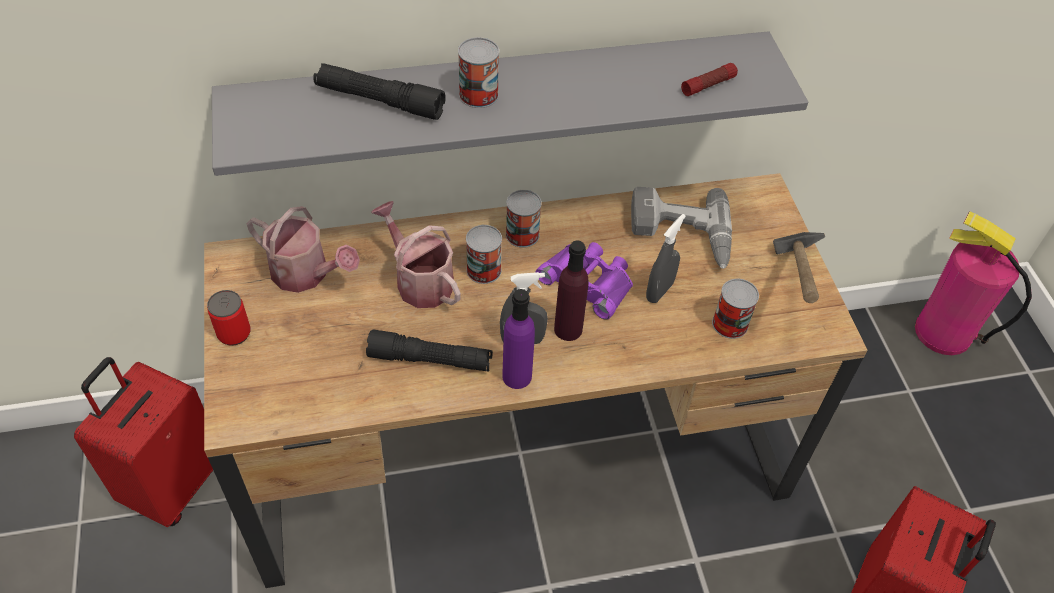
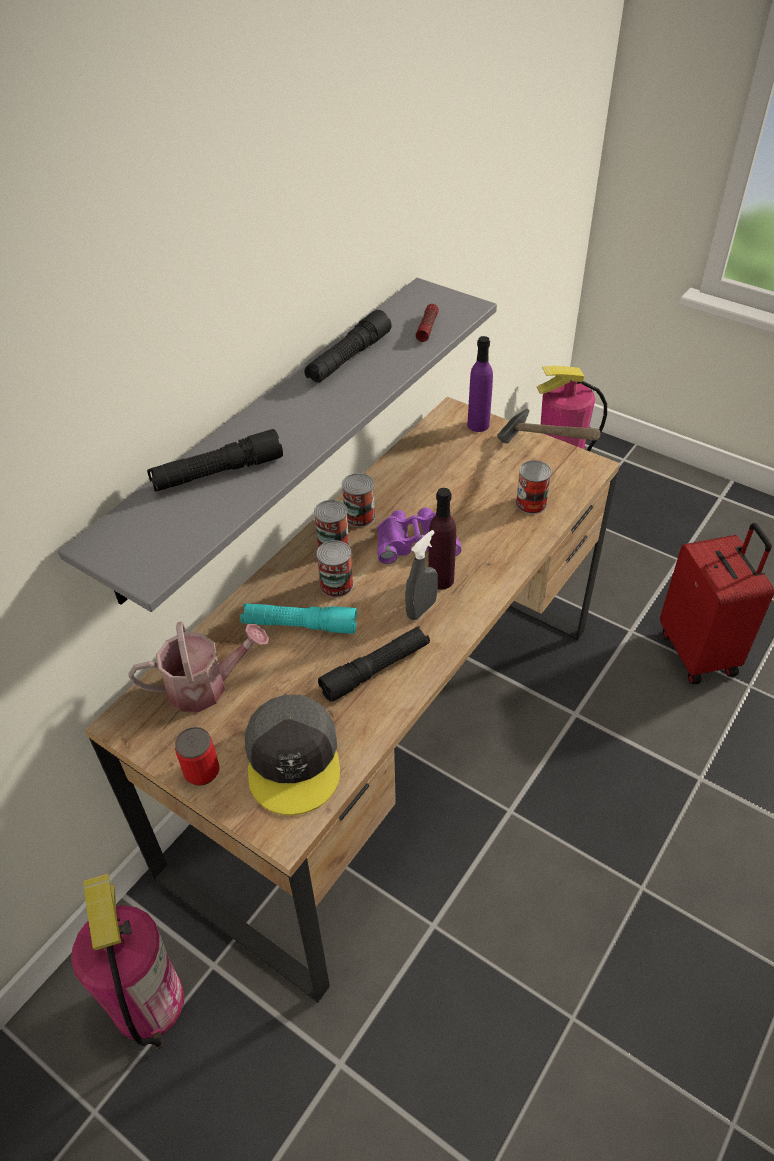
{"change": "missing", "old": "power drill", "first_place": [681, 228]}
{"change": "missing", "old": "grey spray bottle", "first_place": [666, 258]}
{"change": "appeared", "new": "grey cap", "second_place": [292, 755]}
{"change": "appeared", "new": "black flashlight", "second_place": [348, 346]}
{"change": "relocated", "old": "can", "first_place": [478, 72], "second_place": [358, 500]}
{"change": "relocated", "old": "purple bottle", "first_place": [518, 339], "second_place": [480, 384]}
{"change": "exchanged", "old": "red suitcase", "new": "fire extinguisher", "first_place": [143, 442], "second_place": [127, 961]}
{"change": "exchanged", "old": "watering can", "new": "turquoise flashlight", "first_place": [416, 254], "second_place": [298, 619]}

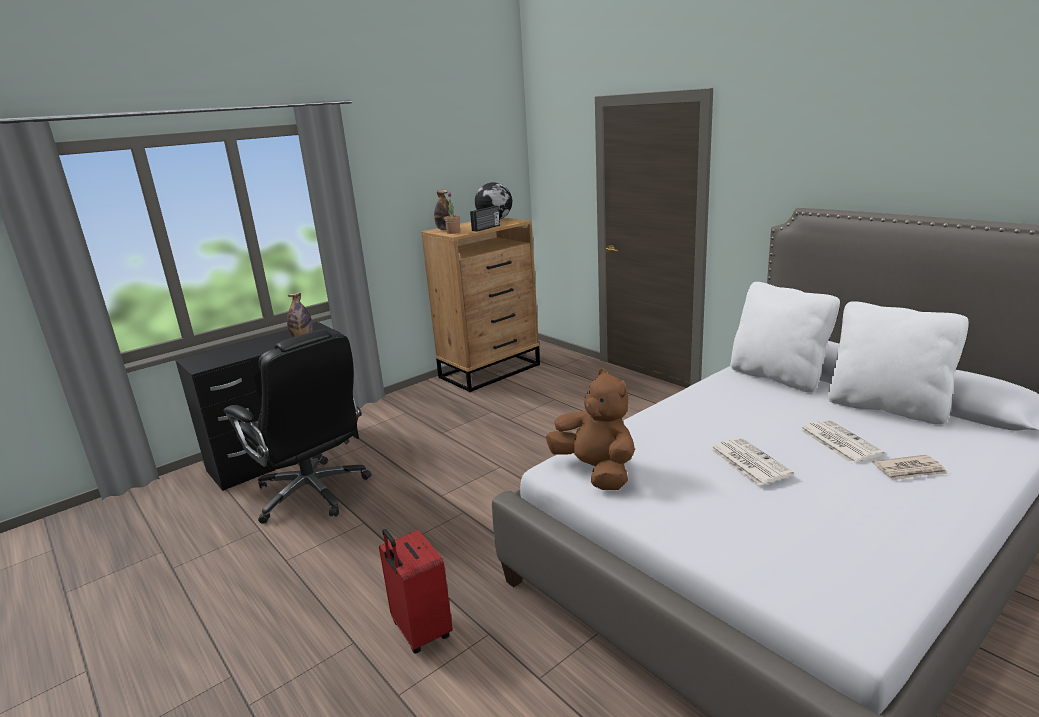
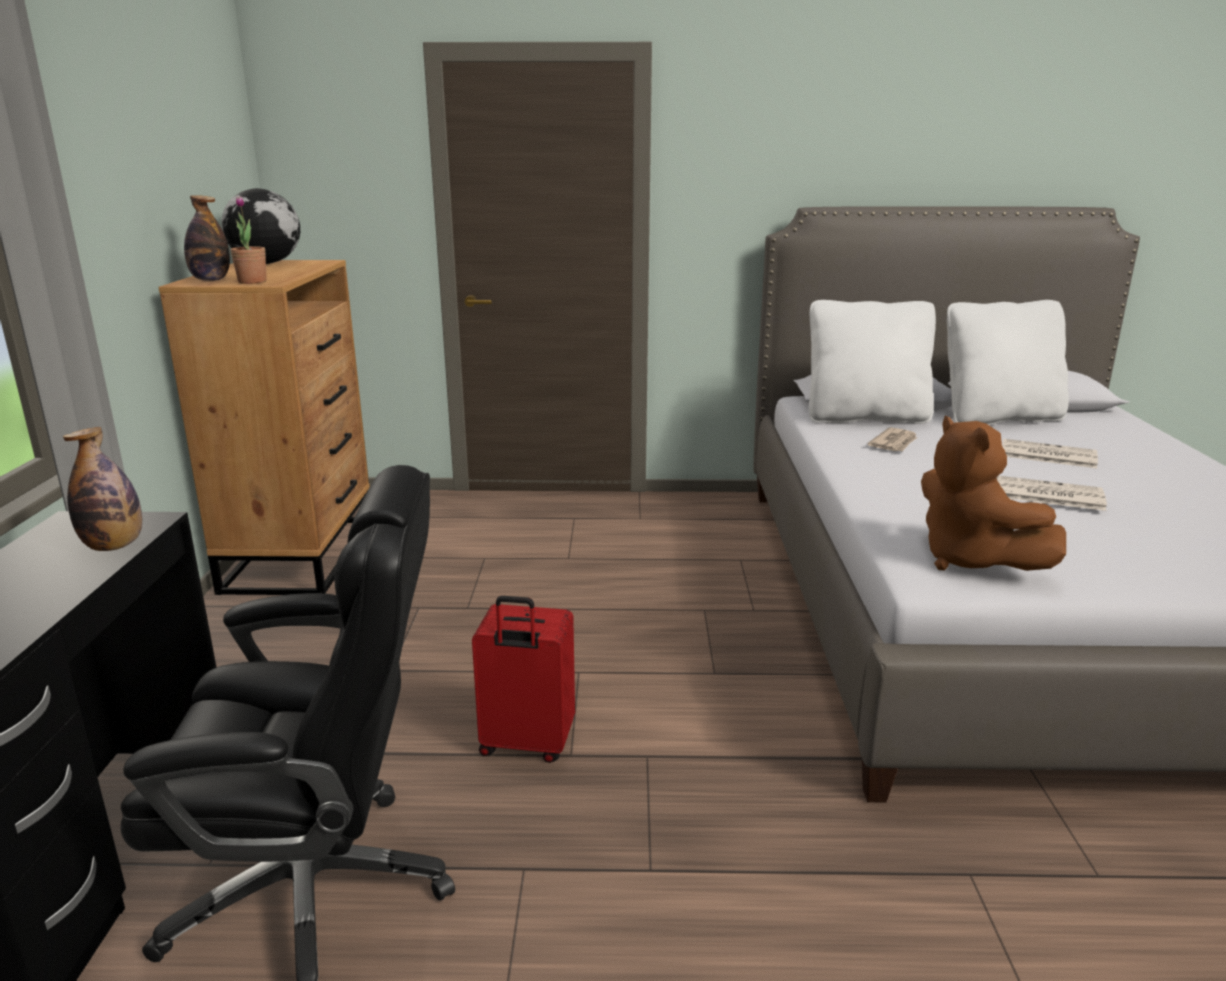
{"change": "missing", "old": "radio", "first_place": [485, 219]}
{"change": "relocated", "old": "red suitcase", "first_place": [416, 591], "second_place": [523, 679]}
{"change": "relocated", "old": "newspaper", "first_place": [910, 467], "second_place": [892, 439]}
{"change": "spun", "old": "brown plush toy", "first_place": [590, 429], "second_place": [993, 493], "degrees": -120}

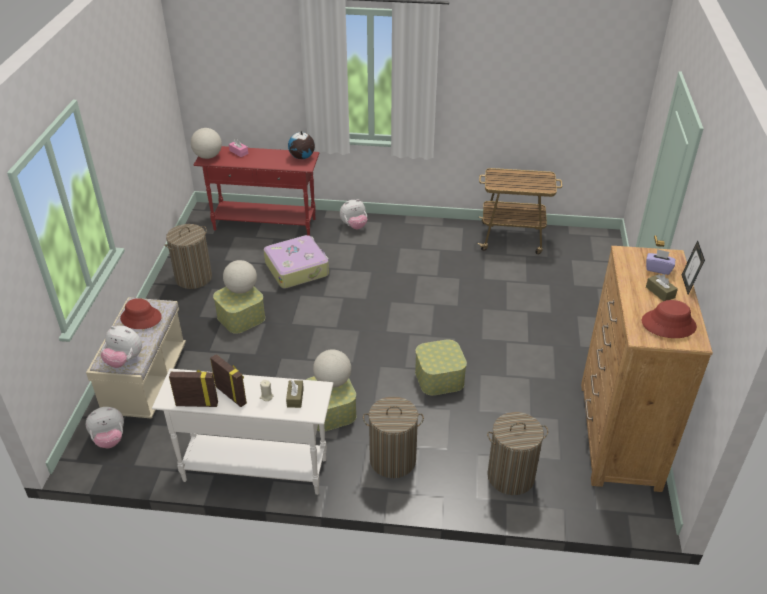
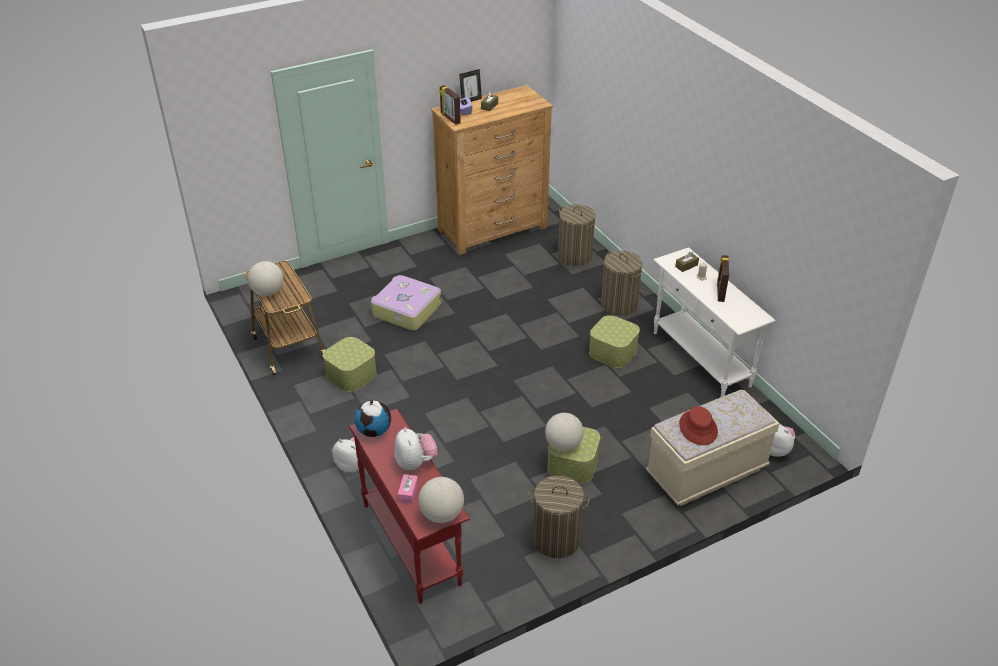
{"change": "missing", "old": "red hat", "first_place": [669, 319]}
{"change": "relocated", "old": "plush toy", "first_place": [121, 347], "second_place": [416, 448]}
{"change": "relocated", "old": "picture frame", "first_place": [193, 388], "second_place": [450, 105]}
{"change": "relocated", "old": "suitcase", "first_place": [296, 262], "second_place": [406, 303]}
{"change": "relocated", "old": "globe", "first_place": [332, 368], "second_place": [265, 278]}
{"change": "relocated", "old": "storage box", "first_place": [441, 367], "second_place": [350, 364]}

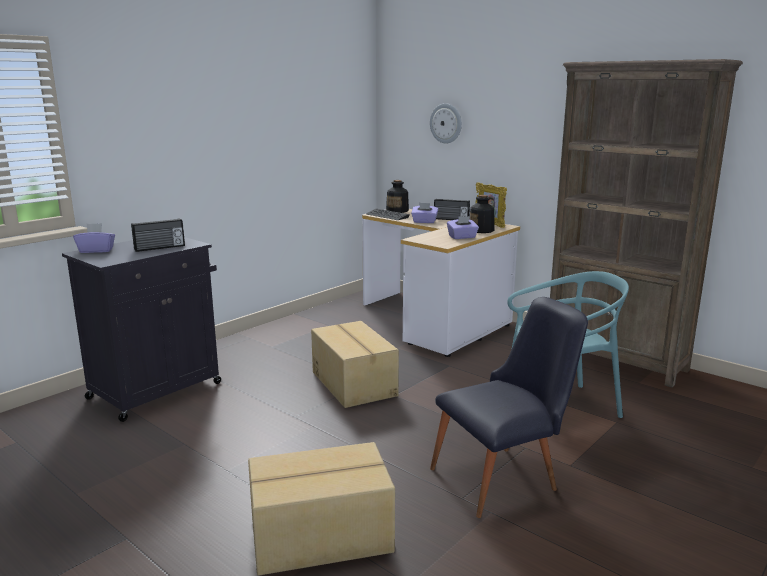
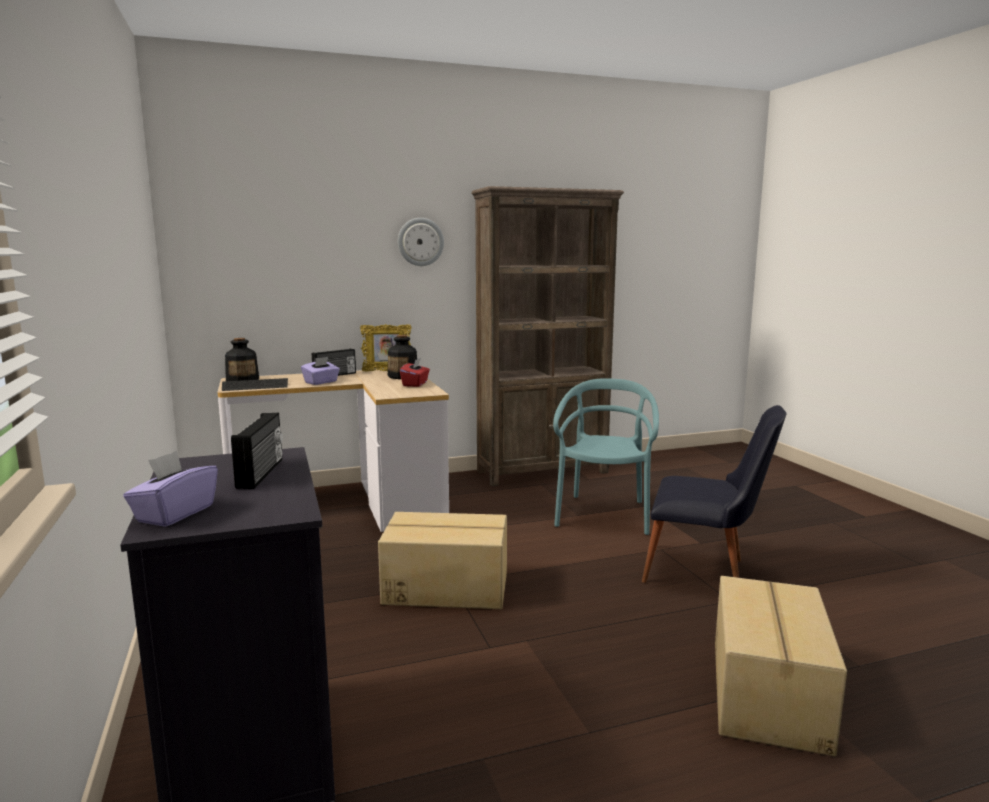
{"change": "relocated", "old": "wall clock", "first_place": [446, 123], "second_place": [421, 242]}
{"change": "colour", "old": "purple tissue box", "new": "red tissue box", "first_place": [463, 227], "second_place": [415, 372]}
{"change": "spun", "old": "black chair", "first_place": [509, 407], "second_place": [714, 494], "degrees": 105}

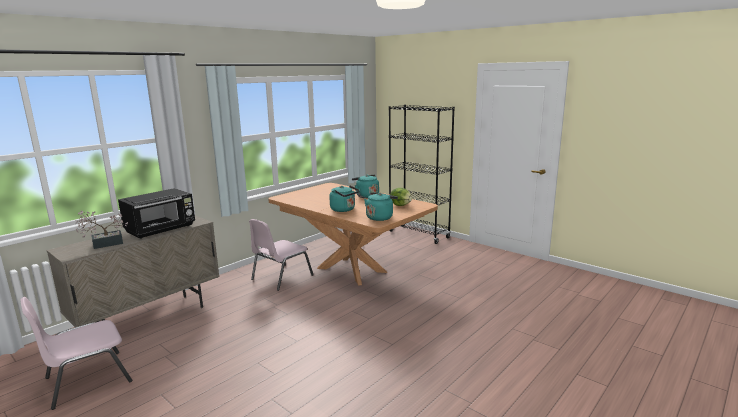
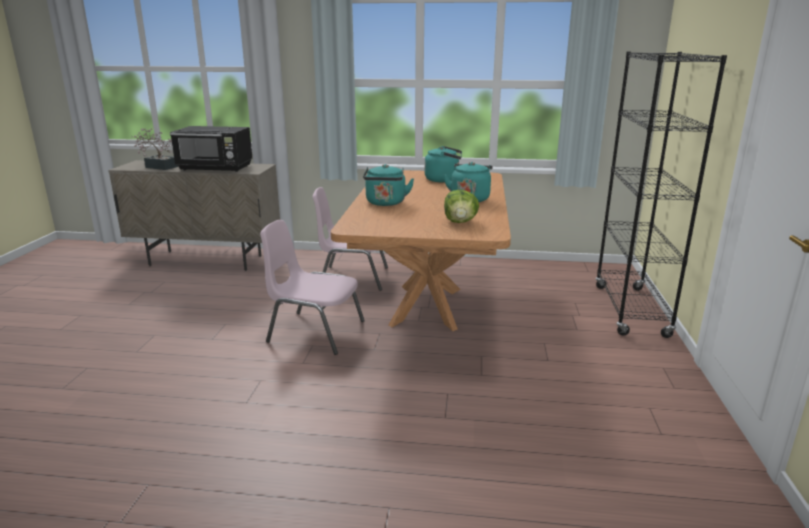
{"change": "relocated", "old": "pink chair", "first_place": [76, 353], "second_place": [312, 287]}
{"change": "relocated", "old": "turquoise kettle", "first_place": [381, 207], "second_place": [443, 164]}

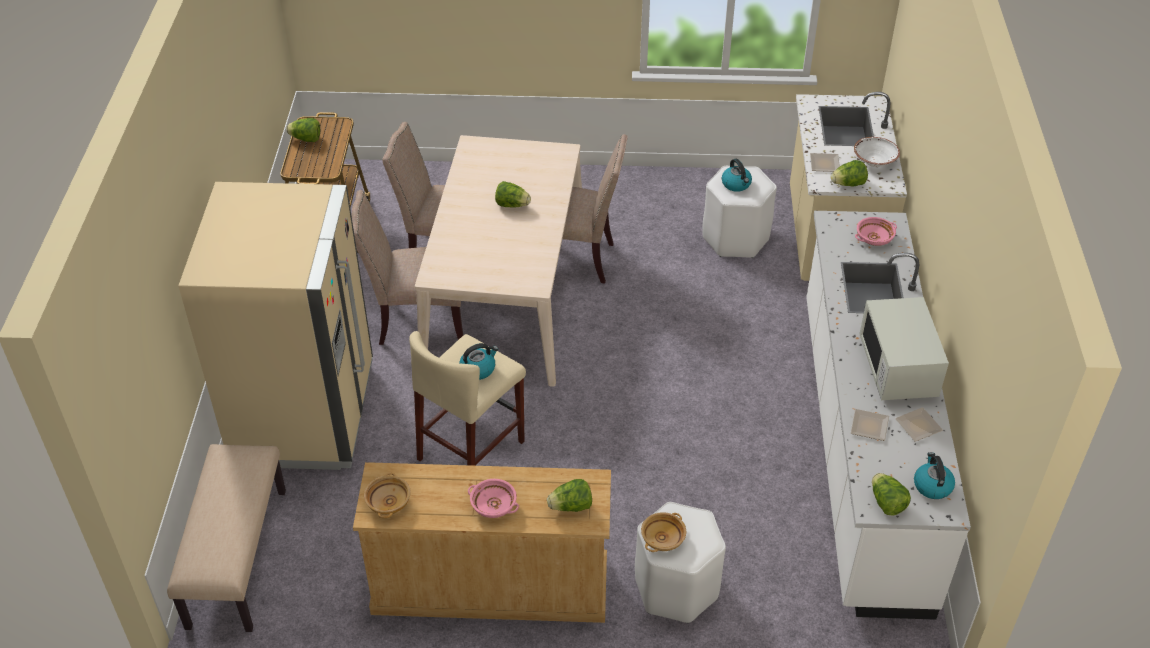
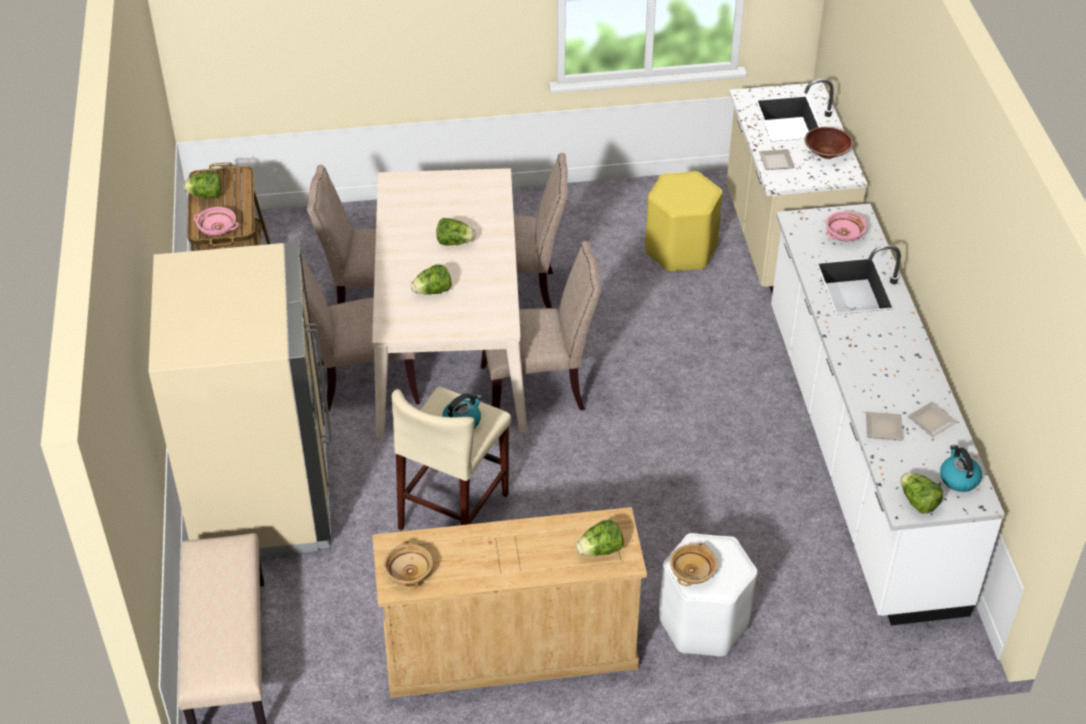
{"change": "missing", "old": "kettle", "first_place": [737, 175]}
{"change": "missing", "old": "white microwave", "first_place": [904, 348]}
{"change": "appeared", "new": "beige chair", "second_place": [541, 325]}
{"change": "relocated", "old": "pink bowl", "first_place": [493, 498], "second_place": [216, 221]}
{"change": "relocated", "old": "lettuce", "first_place": [849, 173], "second_place": [431, 279]}
{"change": "colour", "old": "white stool", "new": "yellow stool", "first_place": [739, 212], "second_place": [683, 221]}
{"change": "colour", "old": "white bowl", "new": "brown bowl", "first_place": [877, 152], "second_place": [829, 143]}

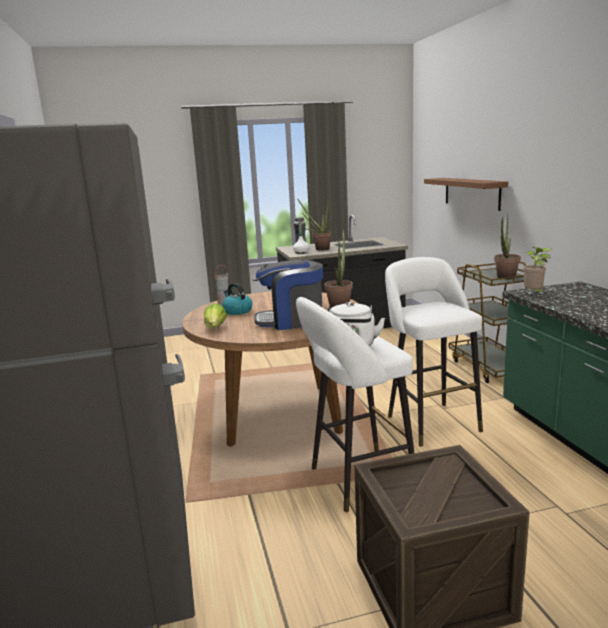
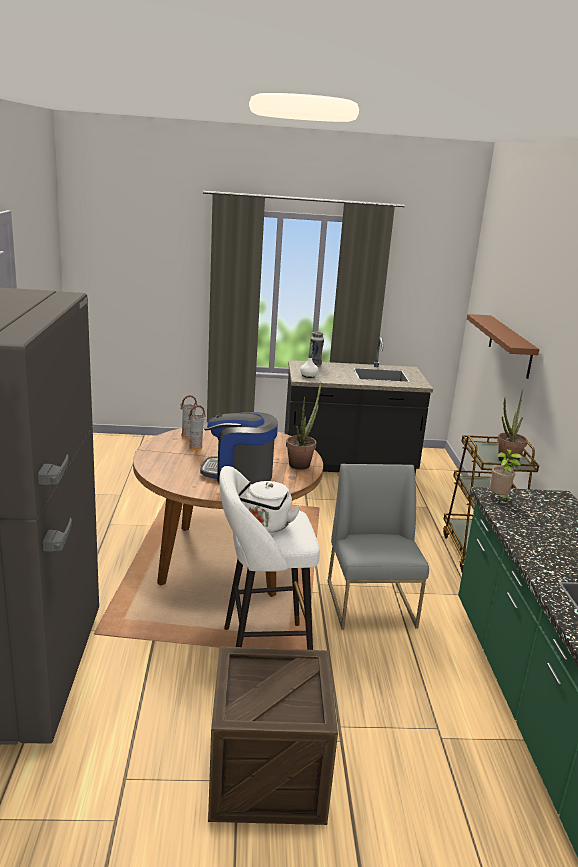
{"change": "missing", "old": "lettuce", "first_place": [215, 315]}
{"change": "missing", "old": "potted plant", "first_place": [315, 225]}
{"change": "exchanged", "old": "kettle", "new": "vase", "first_place": [237, 299], "second_place": [197, 427]}
{"change": "exchanged", "old": "white stool", "new": "grey chair", "first_place": [434, 352], "second_place": [378, 547]}

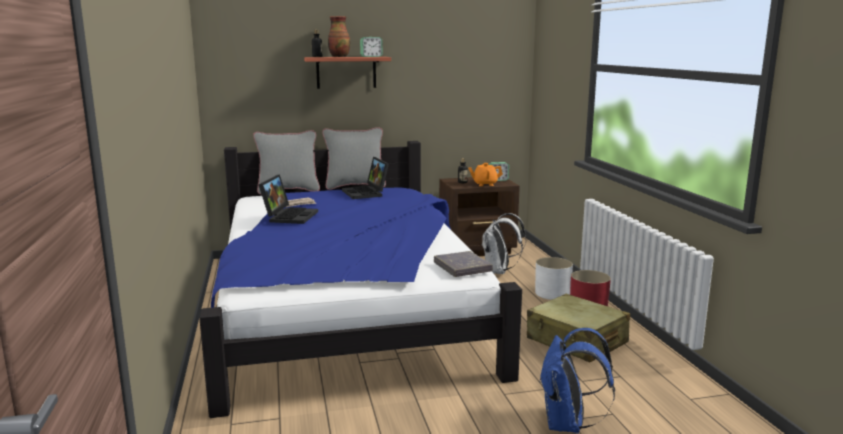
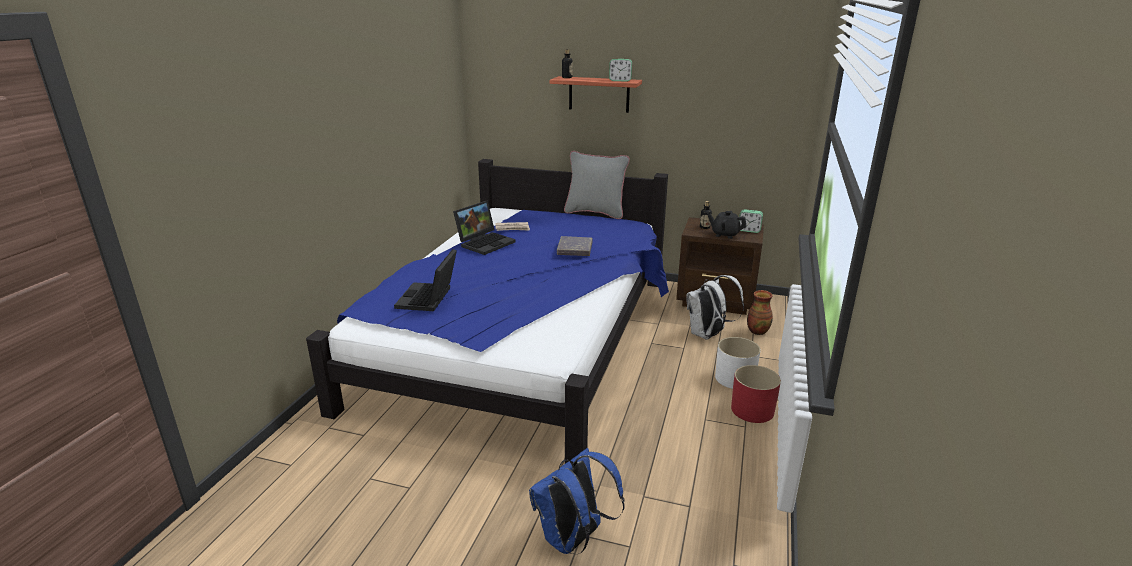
{"change": "missing", "old": "grey pillow", "first_place": [286, 162]}
{"change": "missing", "old": "beige suitcase", "first_place": [578, 328]}
{"change": "relocated", "old": "vase", "first_place": [339, 36], "second_place": [760, 312]}
{"change": "relocated", "old": "laptop", "first_place": [365, 178], "second_place": [425, 280]}
{"change": "relocated", "old": "grey book", "first_place": [463, 264], "second_place": [574, 246]}
{"change": "colour", "old": "orange teapot", "new": "black teapot", "first_place": [485, 174], "second_place": [727, 225]}

